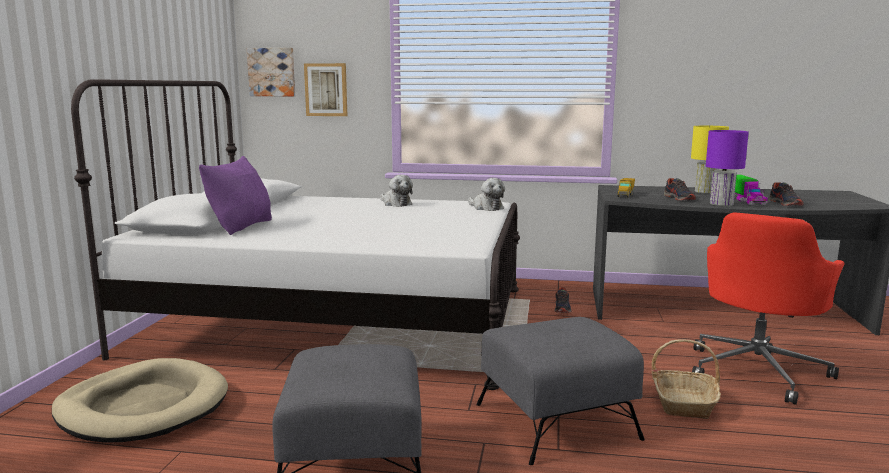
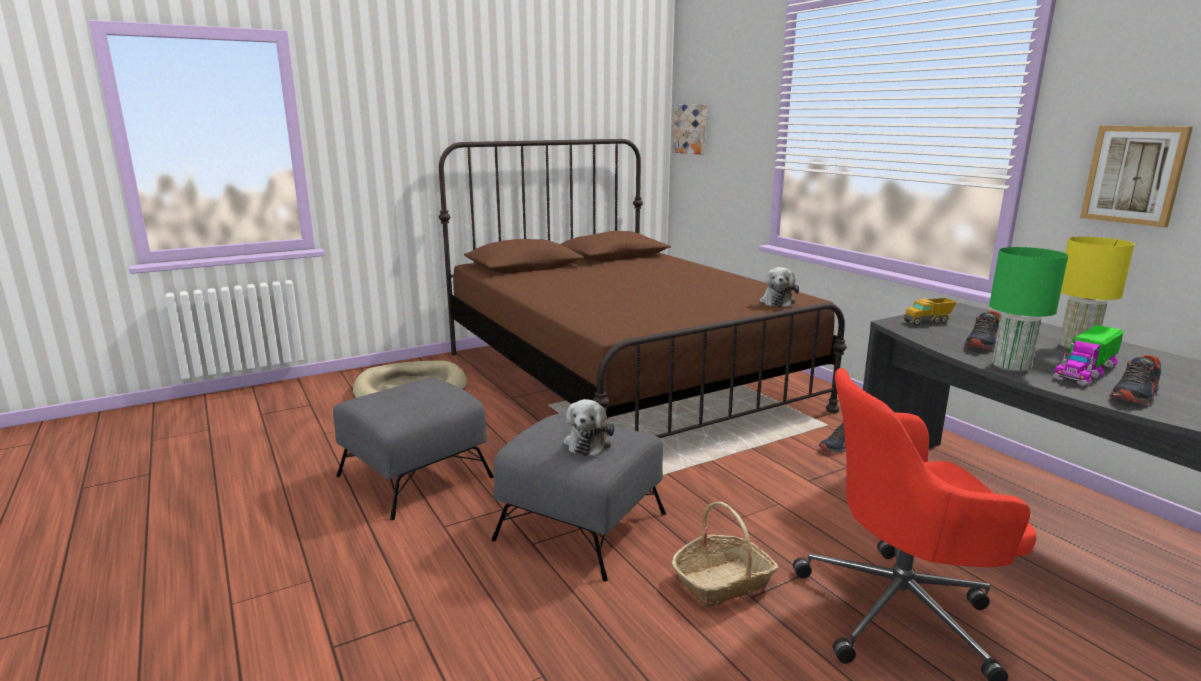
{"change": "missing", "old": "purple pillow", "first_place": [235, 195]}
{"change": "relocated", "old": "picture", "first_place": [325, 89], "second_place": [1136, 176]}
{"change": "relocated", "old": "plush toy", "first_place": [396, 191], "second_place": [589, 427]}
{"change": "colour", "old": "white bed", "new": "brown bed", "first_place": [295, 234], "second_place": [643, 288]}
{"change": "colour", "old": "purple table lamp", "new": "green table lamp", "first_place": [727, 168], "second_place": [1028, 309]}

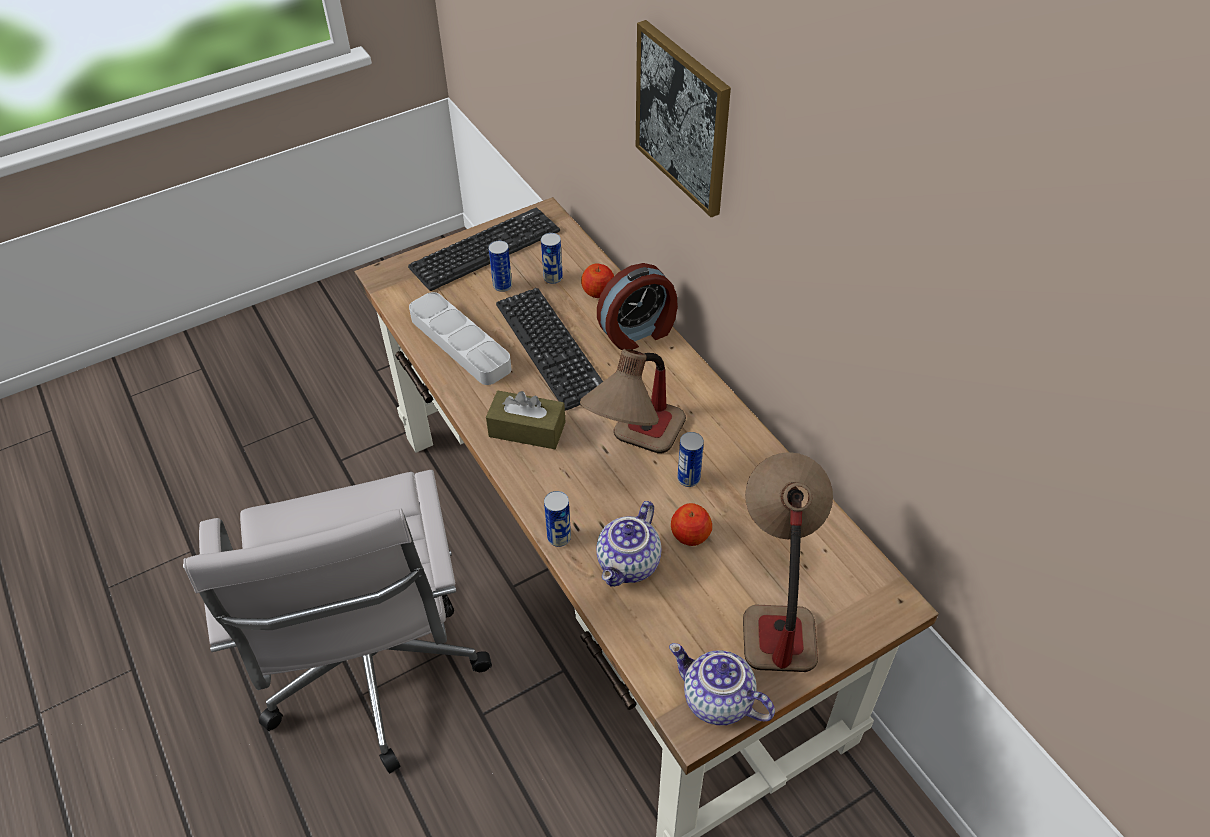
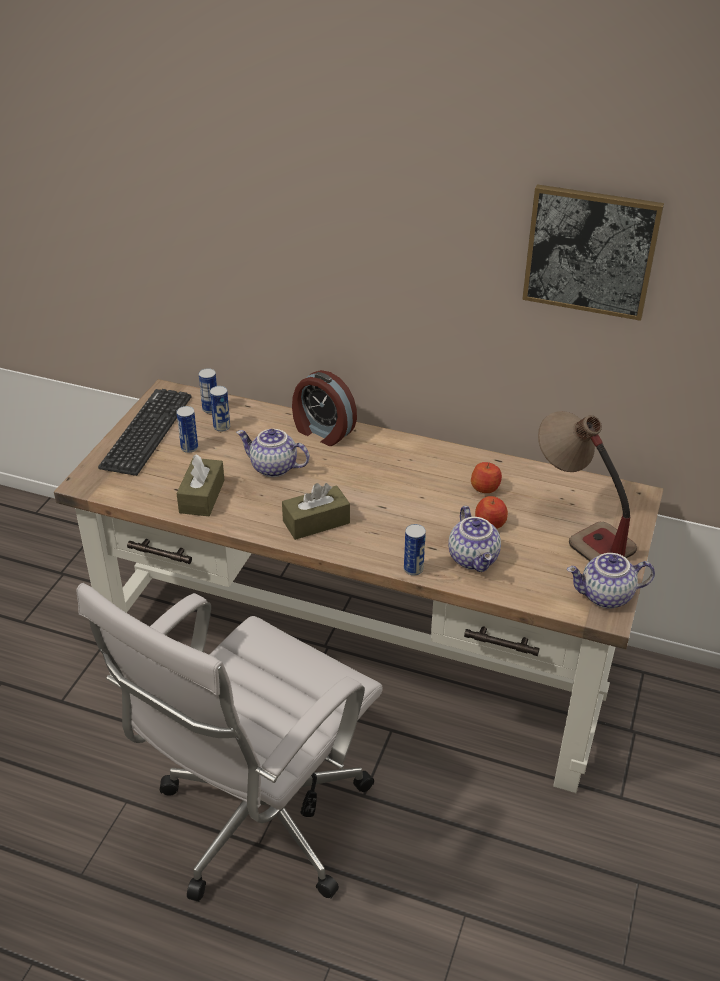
{"change": "missing", "old": "table lamp", "first_place": [633, 401]}
{"change": "relocated", "old": "apple", "first_place": [597, 280], "second_place": [486, 477]}
{"change": "relocated", "old": "picture", "first_place": [683, 119], "second_place": [593, 252]}
{"change": "relocated", "old": "can", "first_place": [690, 459], "second_place": [208, 391]}
{"change": "exchanged", "old": "grey tray", "new": "brown tissue box", "first_place": [460, 338], "second_place": [200, 485]}
{"change": "exchanged", "old": "keyboard", "new": "teapot", "first_place": [549, 349], "second_place": [273, 453]}
{"change": "spun", "old": "white office chair", "first_place": [337, 622], "second_place": [229, 742], "degrees": 90}
{"change": "spun", "old": "alarm clock", "first_place": [637, 306], "second_place": [324, 408], "degrees": 105}

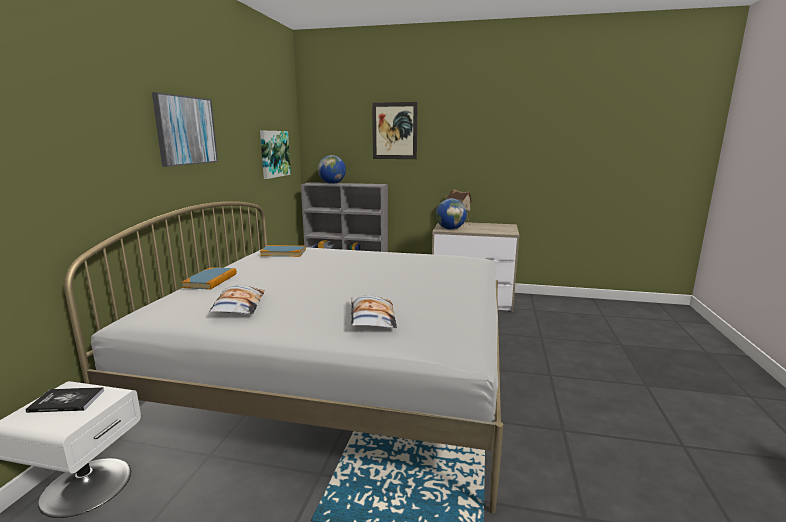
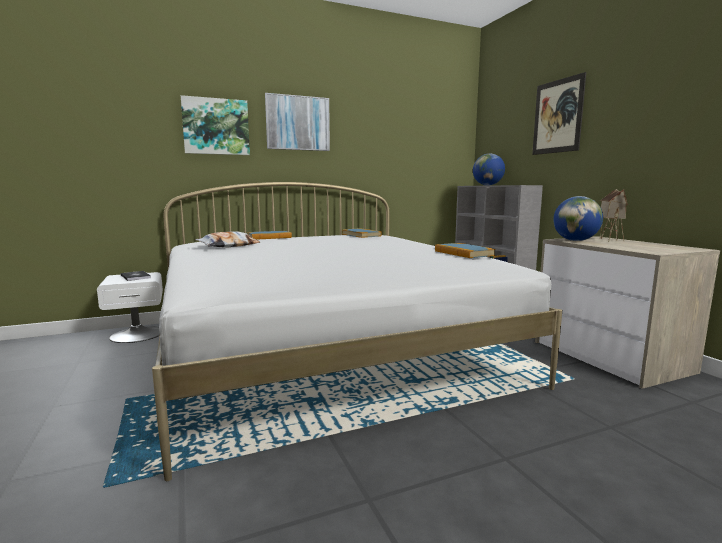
{"change": "missing", "old": "pillow", "first_place": [374, 311]}
{"change": "appeared", "new": "book", "second_place": [465, 250]}
{"change": "relocated", "old": "picture", "first_place": [275, 155], "second_place": [215, 125]}

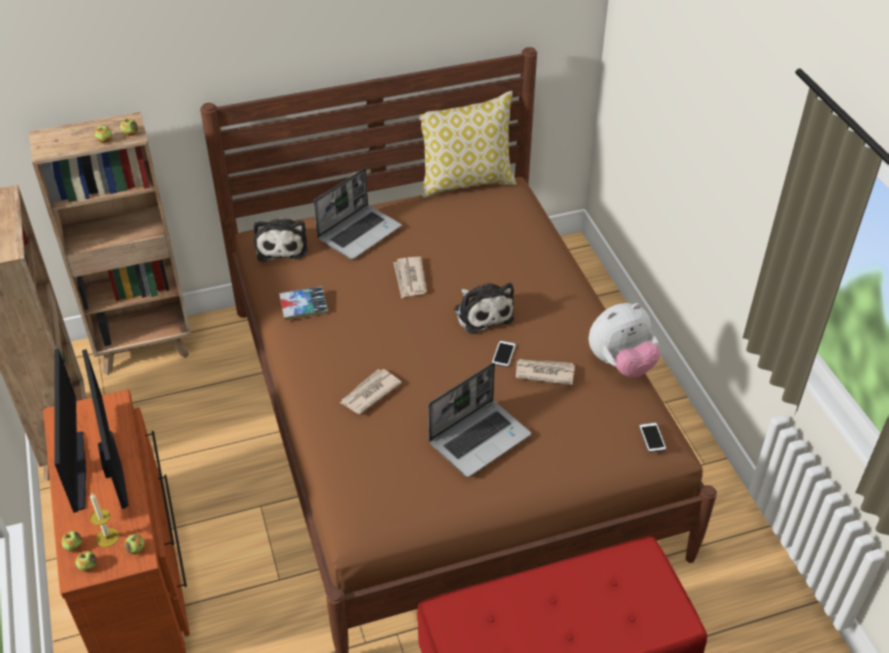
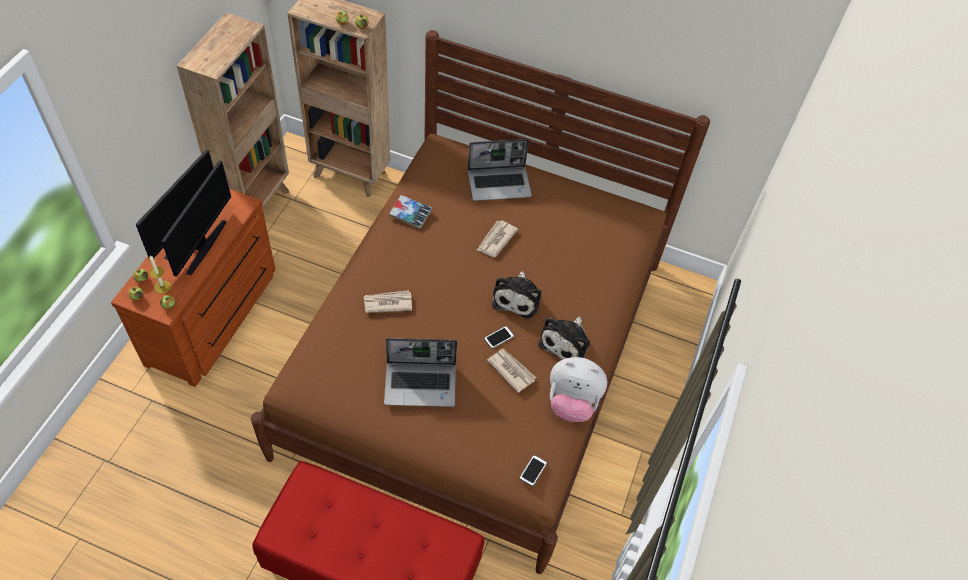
{"change": "missing", "old": "pillow", "first_place": [467, 144]}
{"change": "relocated", "old": "plush toy", "first_place": [280, 240], "second_place": [564, 338]}

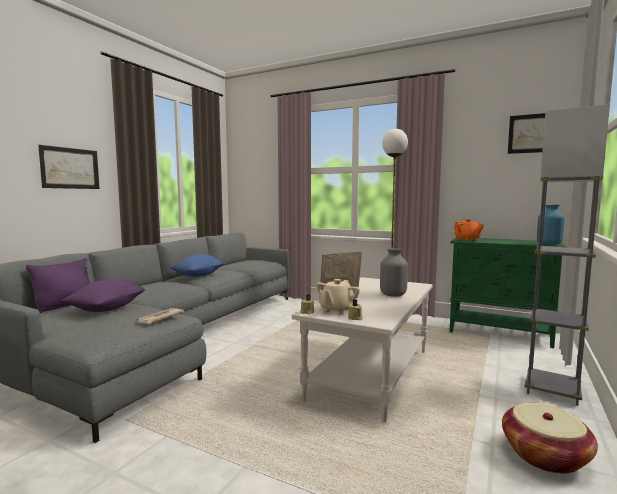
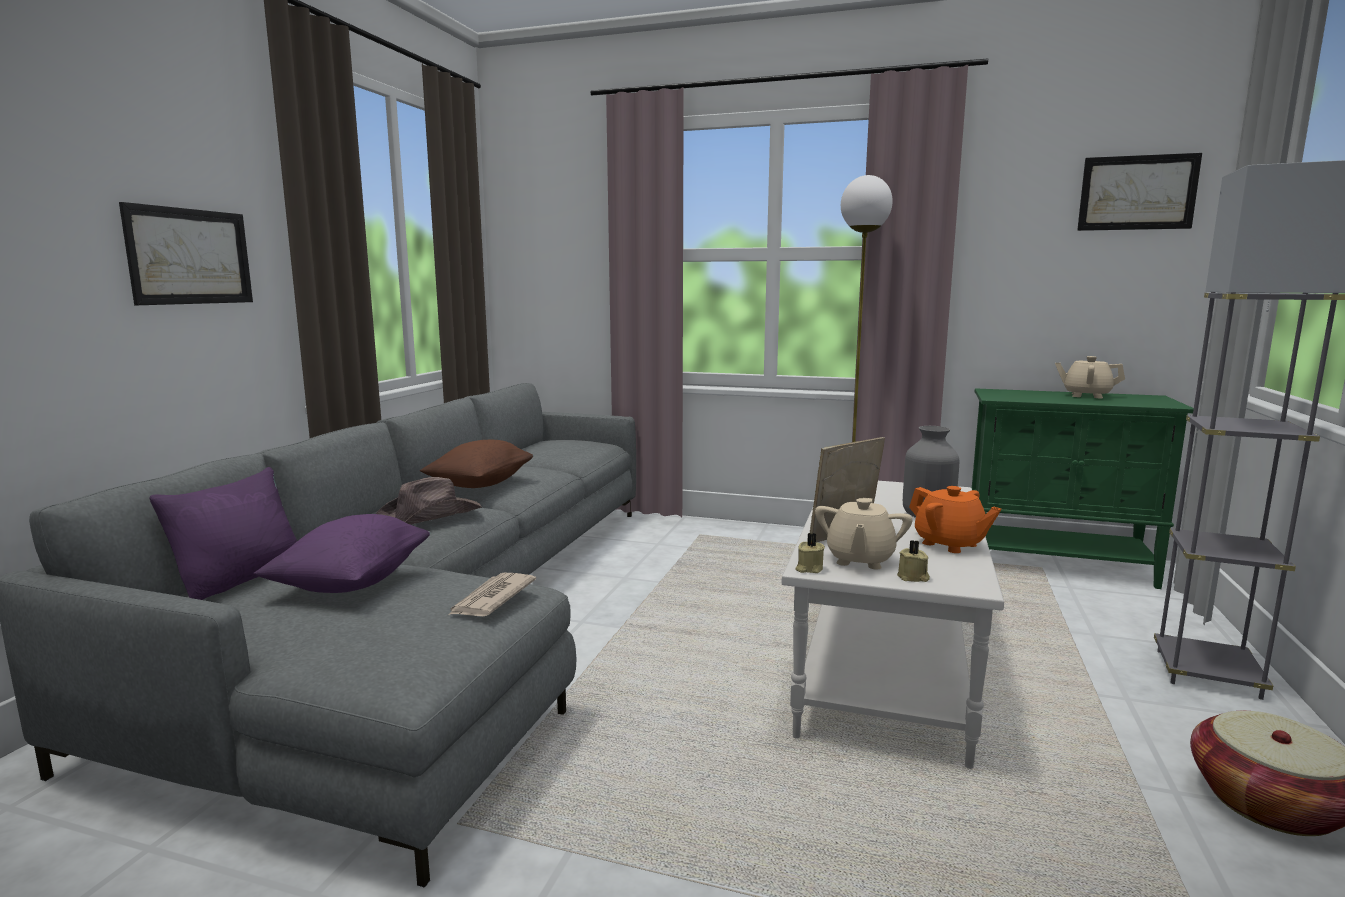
{"change": "missing", "old": "blue vase", "first_place": [550, 225]}
{"change": "appeared", "new": "brown hat", "second_place": [429, 501]}
{"change": "appeared", "new": "beige teapot", "second_place": [1090, 377]}
{"change": "relocated", "old": "orange teapot", "first_place": [469, 230], "second_place": [955, 519]}
{"change": "colour", "old": "blue pillow", "new": "brown pillow", "first_place": [197, 266], "second_place": [477, 464]}

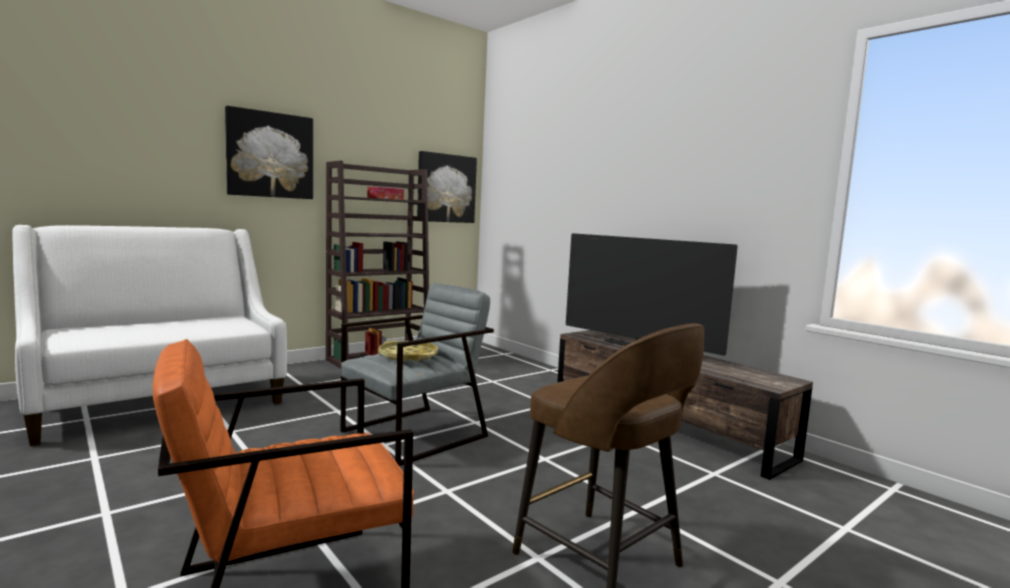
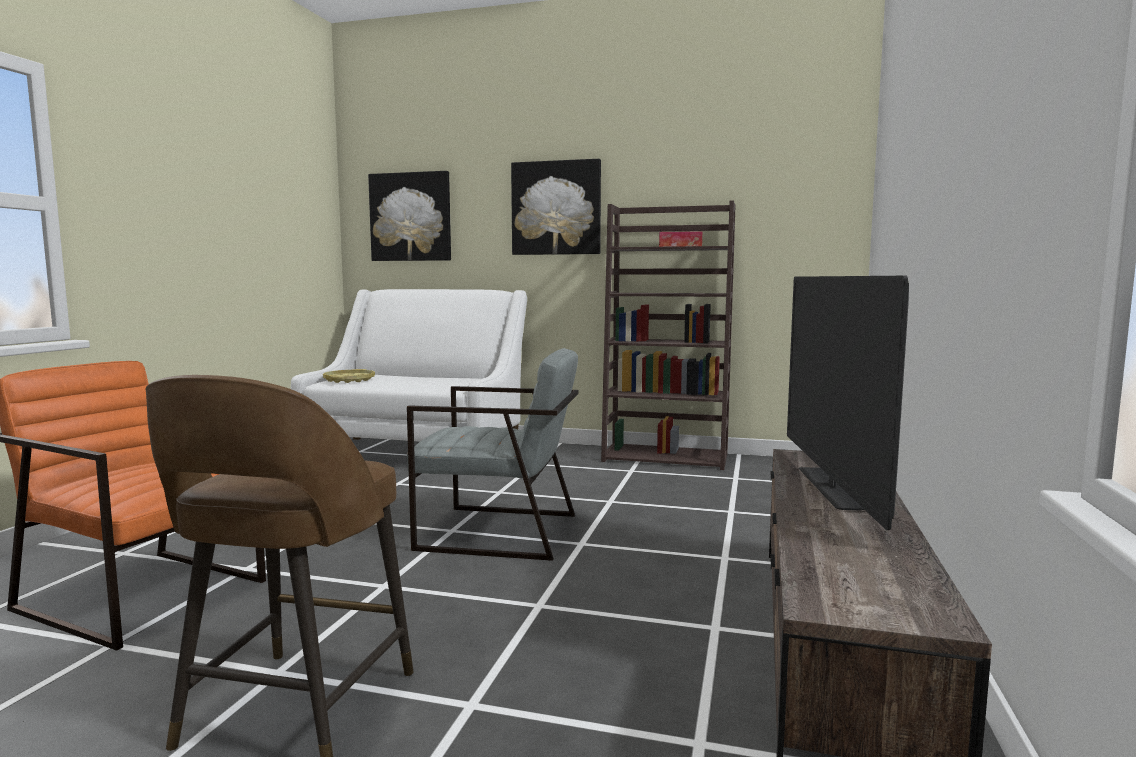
{"change": "relocated", "old": "yellow tray", "first_place": [408, 351], "second_place": [349, 376]}
{"change": "relocated", "old": "picture", "first_place": [447, 187], "second_place": [409, 216]}

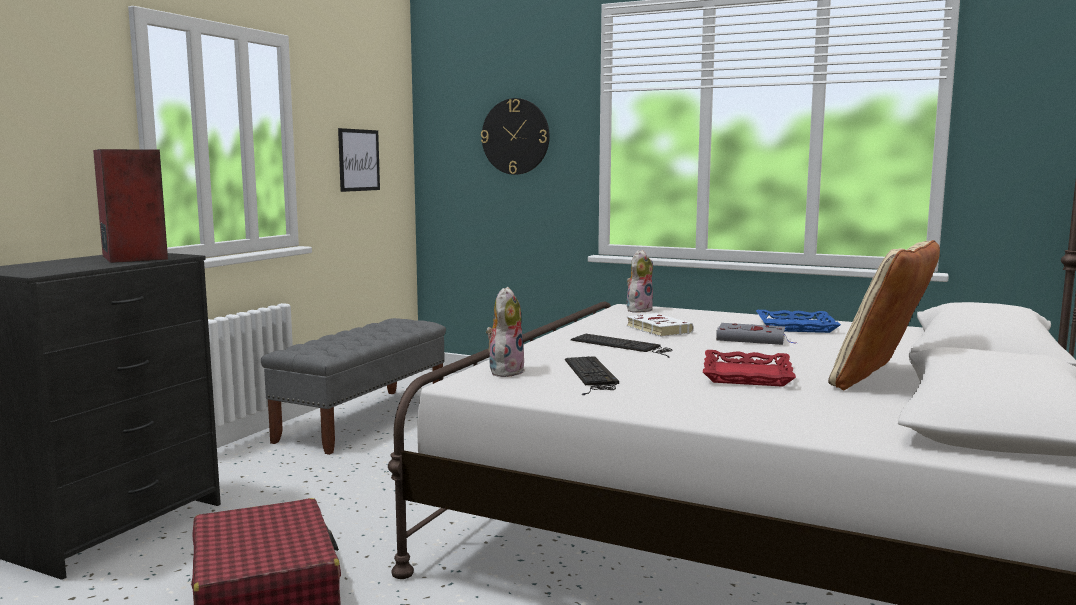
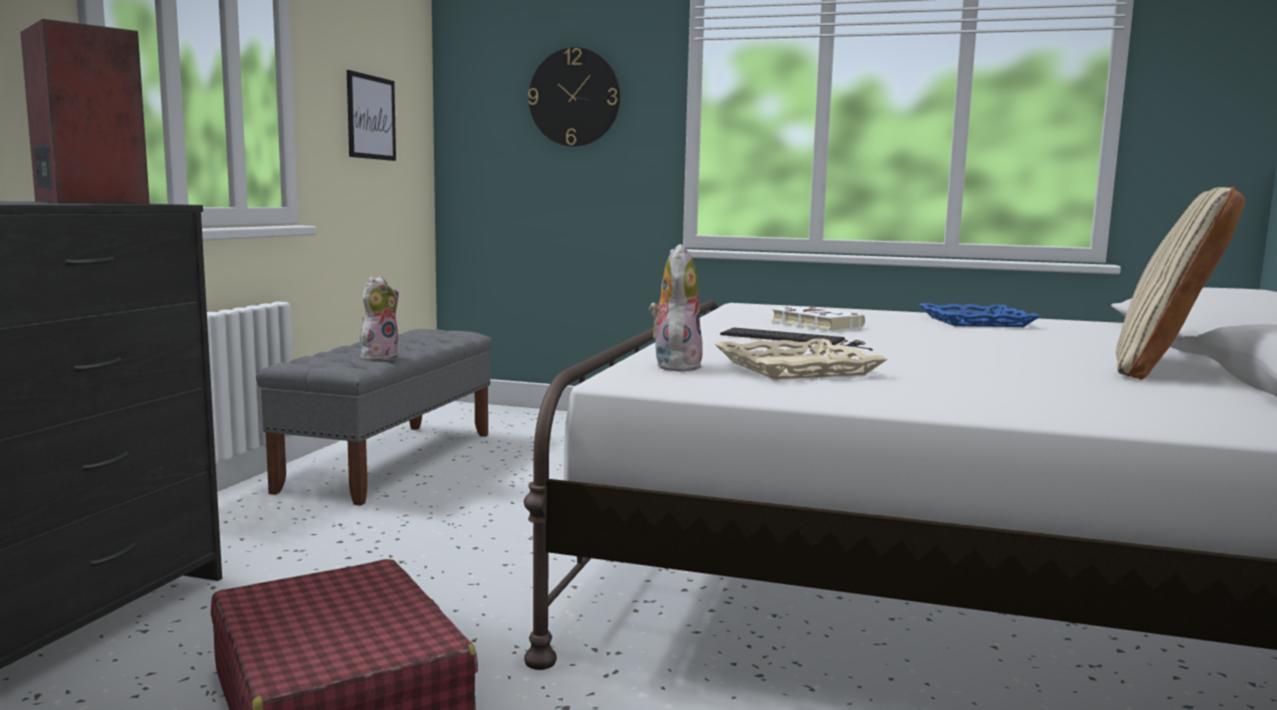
{"change": "missing", "old": "red tray", "first_place": [749, 368]}
{"change": "missing", "old": "grey book", "first_place": [756, 334]}
{"change": "relocated", "old": "plush toy", "first_place": [640, 281], "second_place": [379, 318]}
{"change": "exchanged", "old": "keyboard", "new": "beige tray", "first_place": [592, 375], "second_place": [801, 359]}

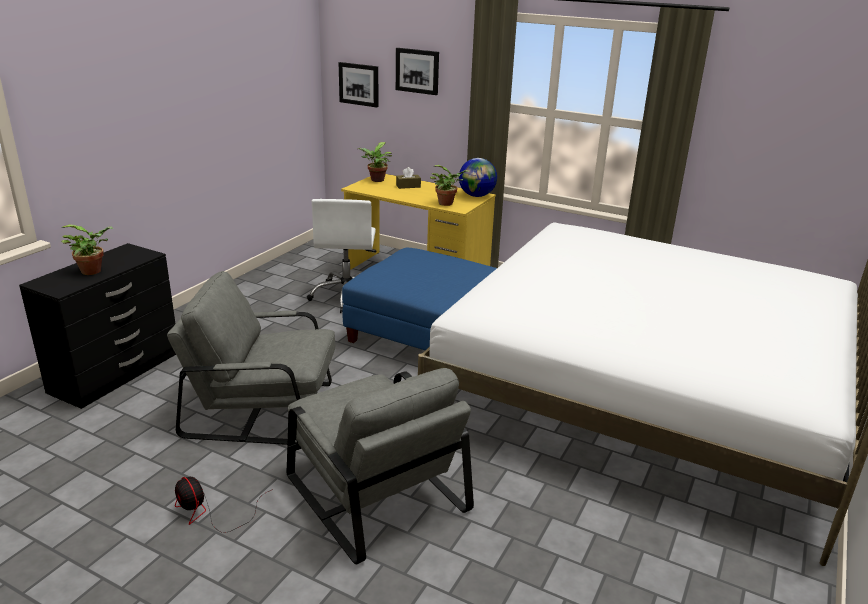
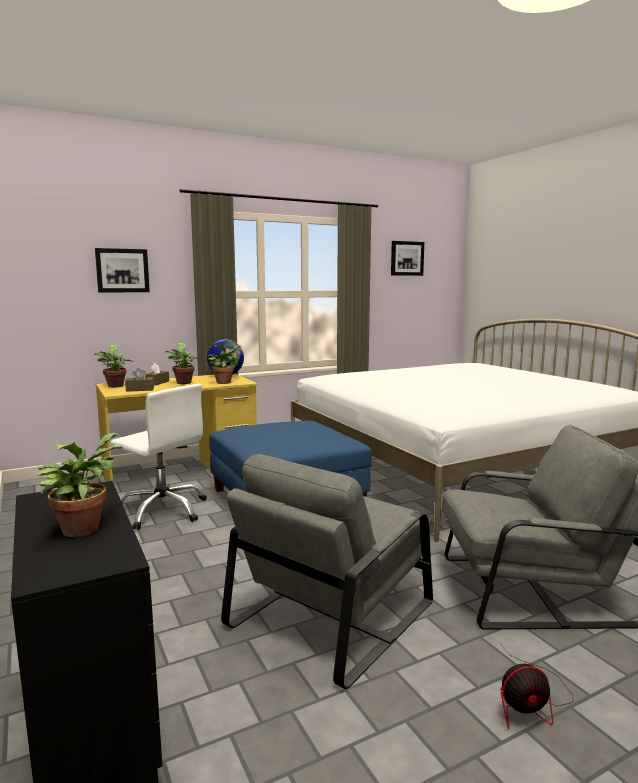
{"change": "appeared", "new": "brown tissue box", "second_place": [139, 380]}
{"change": "appeared", "new": "potted plant", "second_place": [184, 363]}
{"change": "relocated", "old": "picture", "first_place": [358, 84], "second_place": [407, 258]}

